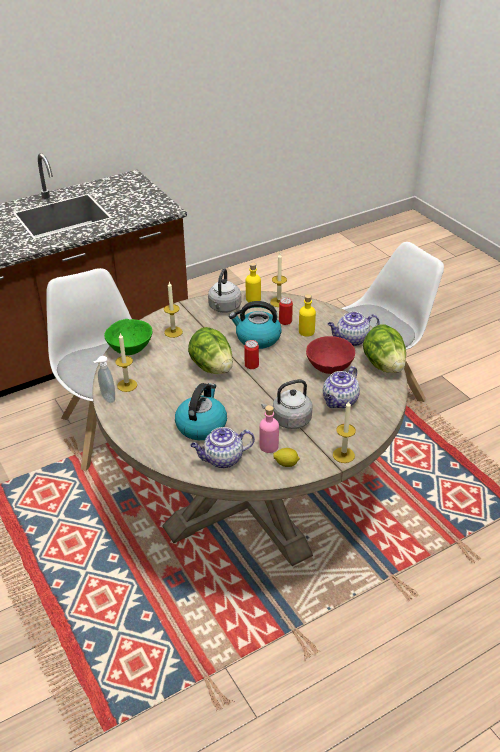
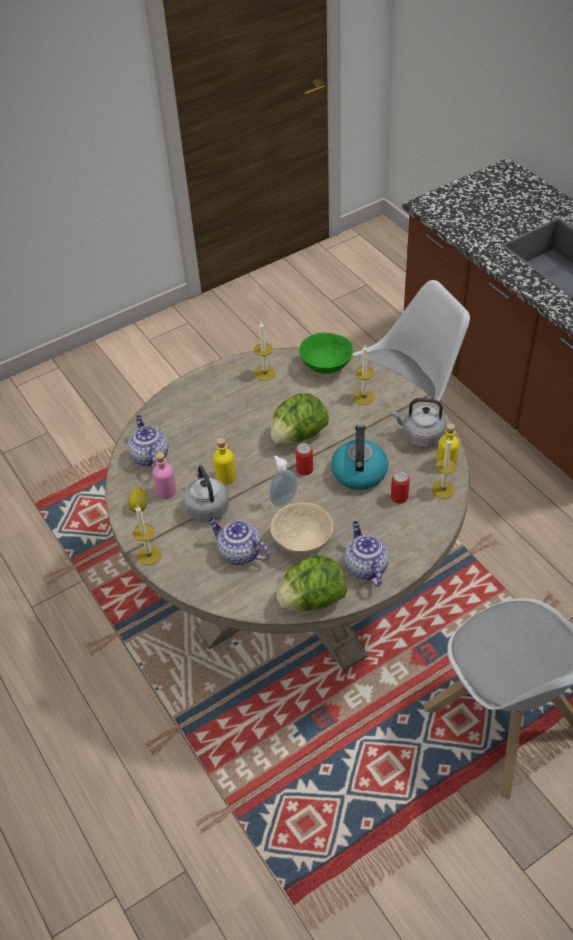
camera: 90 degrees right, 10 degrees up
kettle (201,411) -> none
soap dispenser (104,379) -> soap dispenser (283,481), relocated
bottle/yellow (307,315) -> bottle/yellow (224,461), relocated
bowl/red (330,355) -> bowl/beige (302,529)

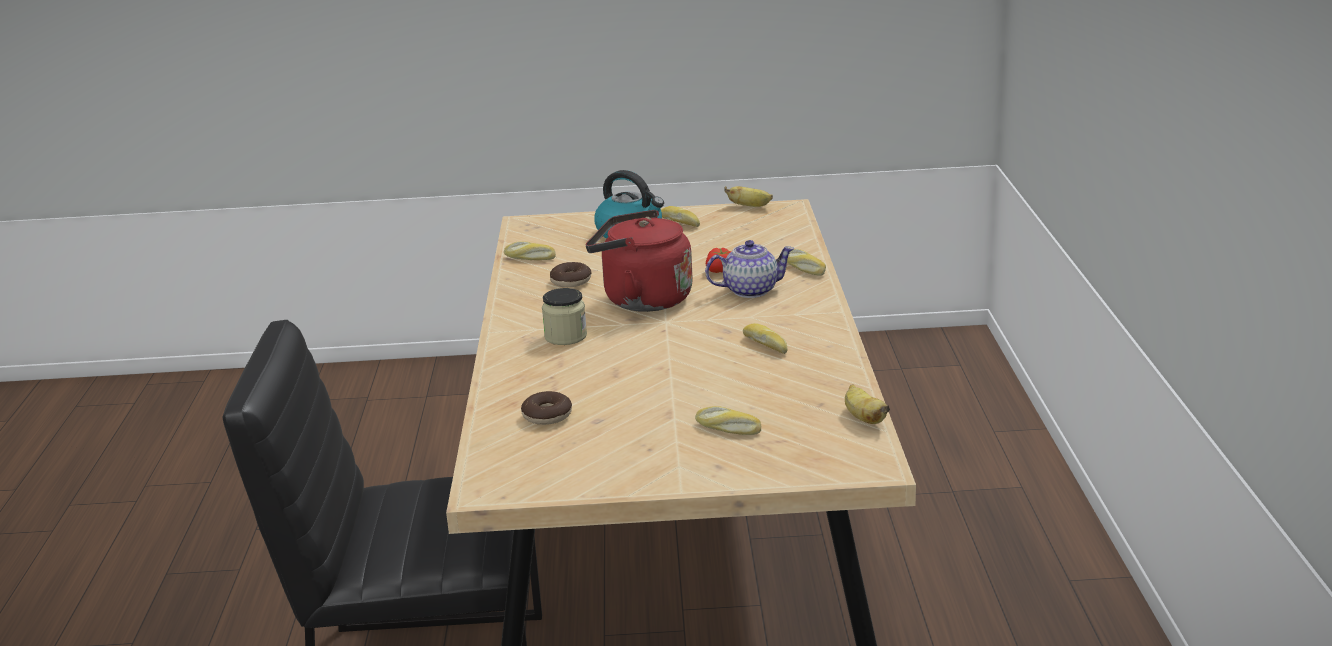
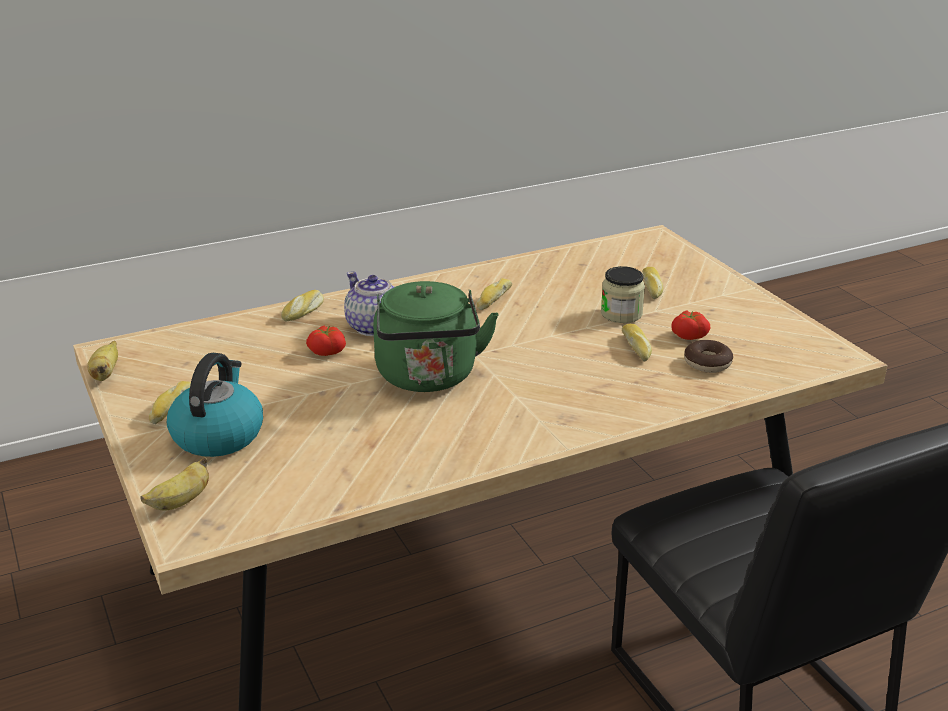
camera: 115 degrees left, 5 degrees up
donut (570,274) -> none
none -> tomato (691,325)
bread (530,250) -> bread (637,343), relocated
jar (564,316) -> jar (623,294), relocated
banana (867,404) -> banana (174,483), relocated
kettle/red (639,261) -> kettle/green (436,336)

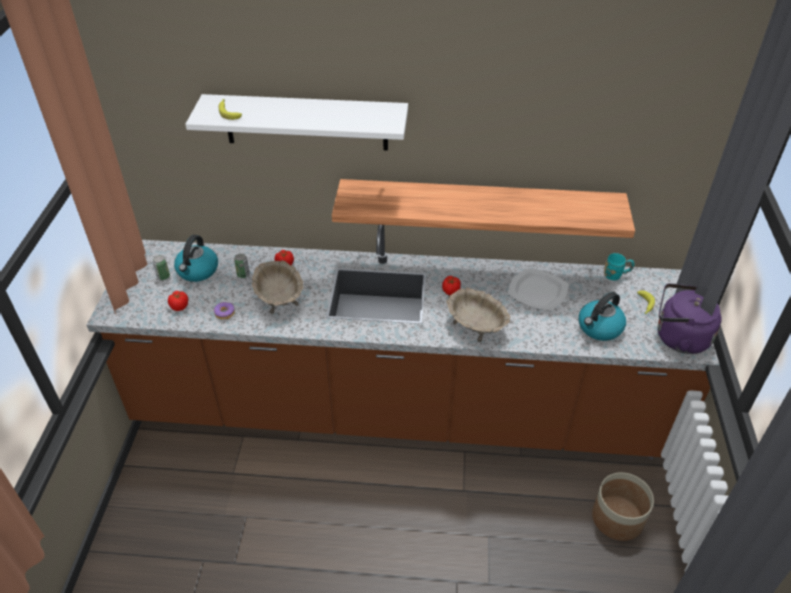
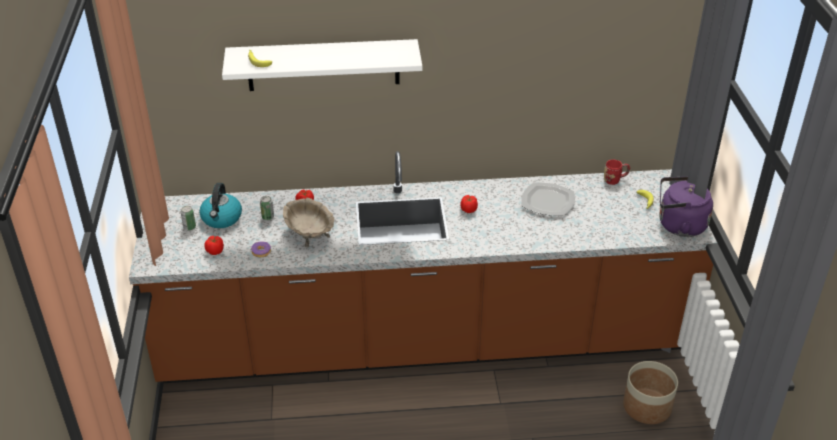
camera: 10 degrees left, 5 degrees down
shelf (483,208) -> none
bowl/beige (478,314) -> none
kettle (602,316) -> none
mug/turquoise (619,266) -> mug/red (617,172)

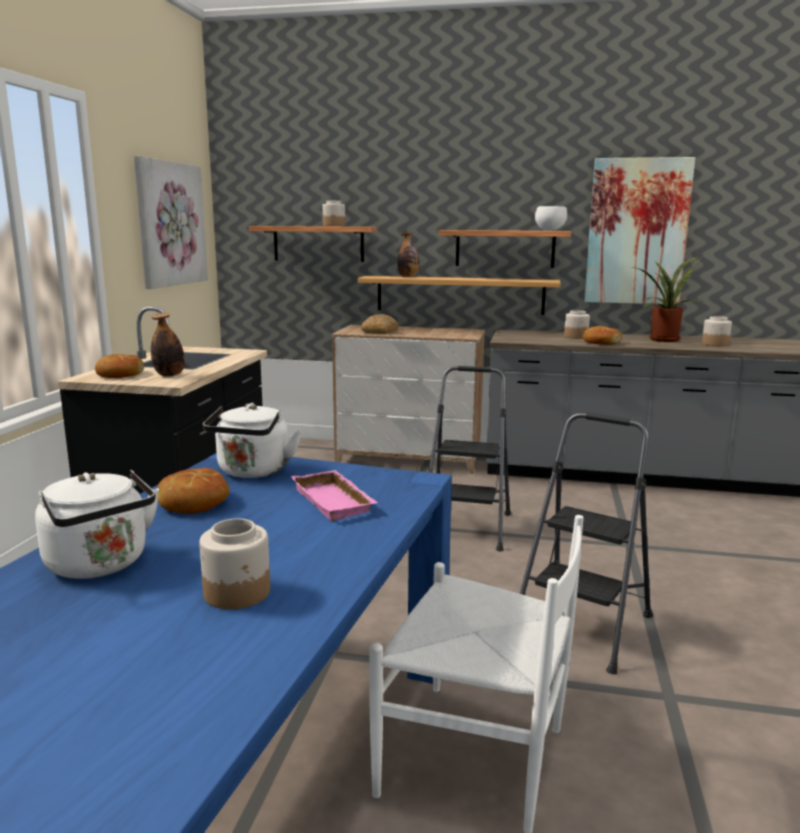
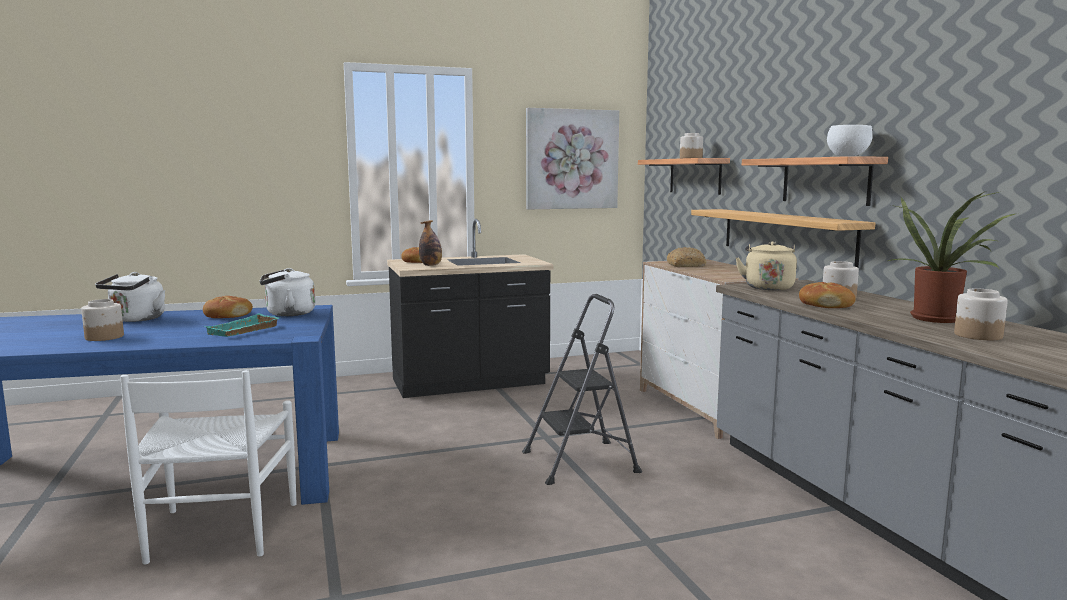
camera: 60 degrees right, 5 degrees down
bottle (408,254) -> none
step ladder/black (584,544) -> none
picture (639,231) -> none
none -> kettle/beige (766,265)
tray/pink (334,496) -> tray/turquoise (242,325)

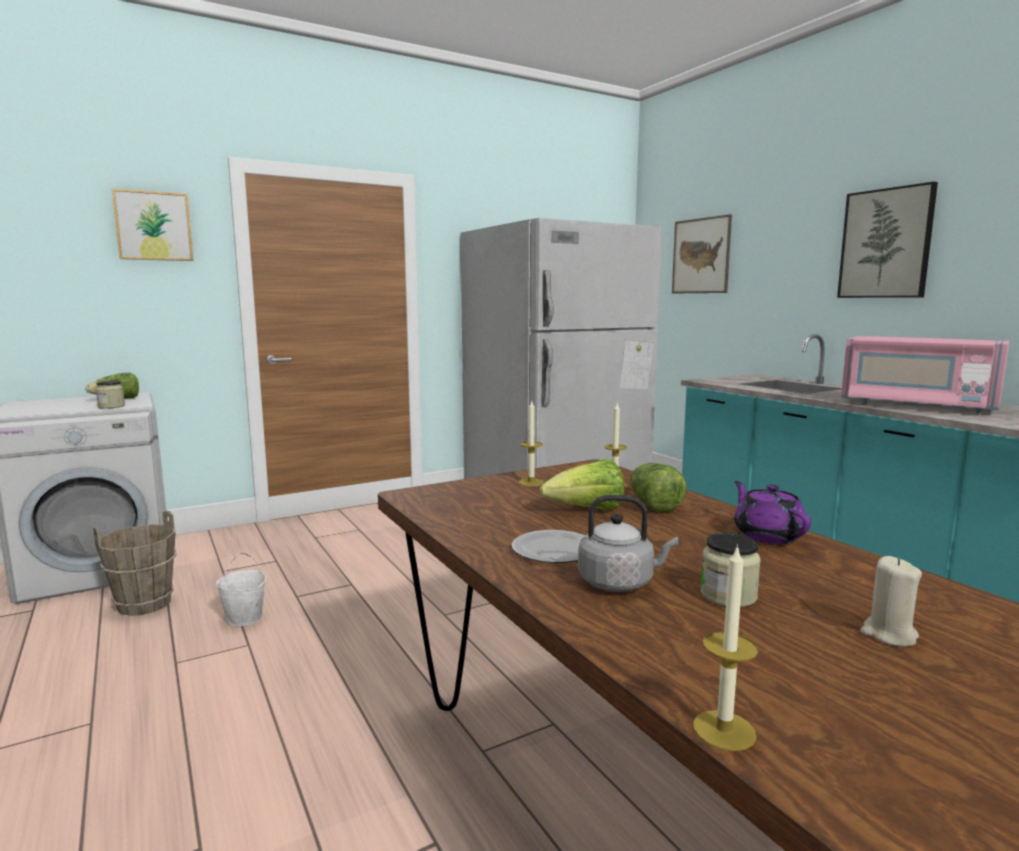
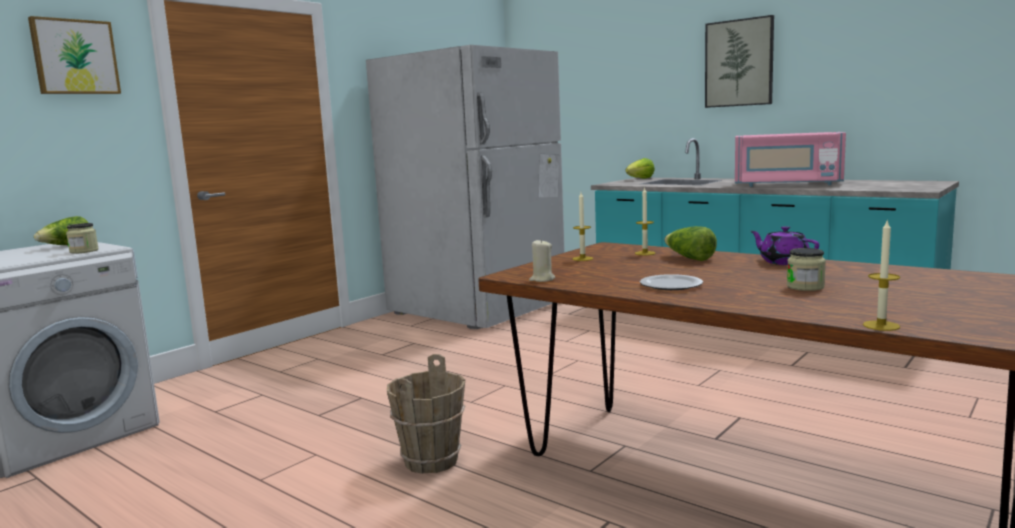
camera: 20 degrees left, 0 degrees up
bucket/white (241,589) -> none
kettle/grey (628,543) -> none
picture (702,253) -> none
bucket/brown (135,563) -> bucket/brown (426,414), relocated
lettuce (582,484) -> lettuce (640,168), relocated
candle/beige (891,601) -> candle/beige (542,261), relocated

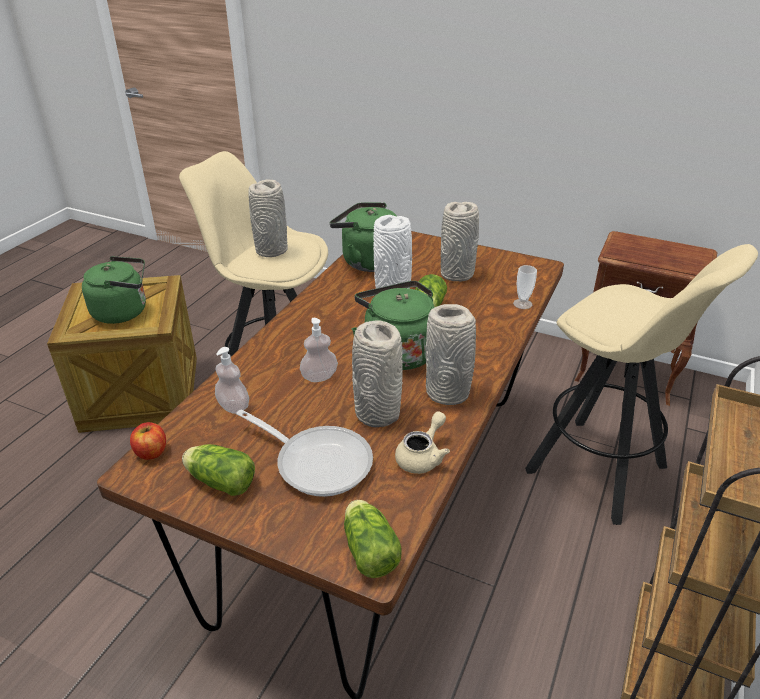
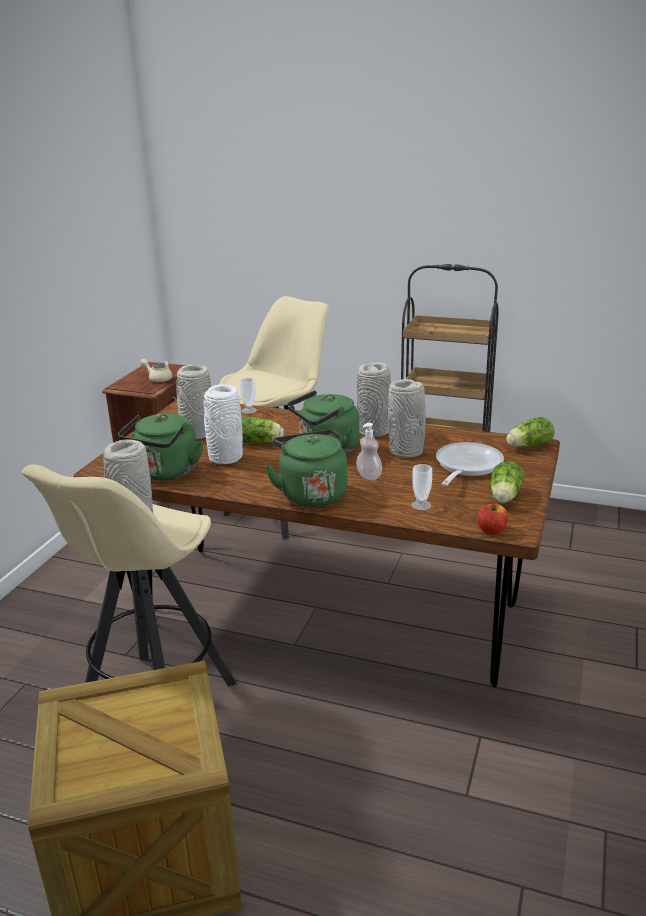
camera: 95 degrees left, 10 degrees down
kettle/green (114,290) -> kettle/green (306,468), relocated
teapot/beige (422,442) -> teapot/beige (156,370), relocated
soap dispenser (232,380) -> cup (421,487)

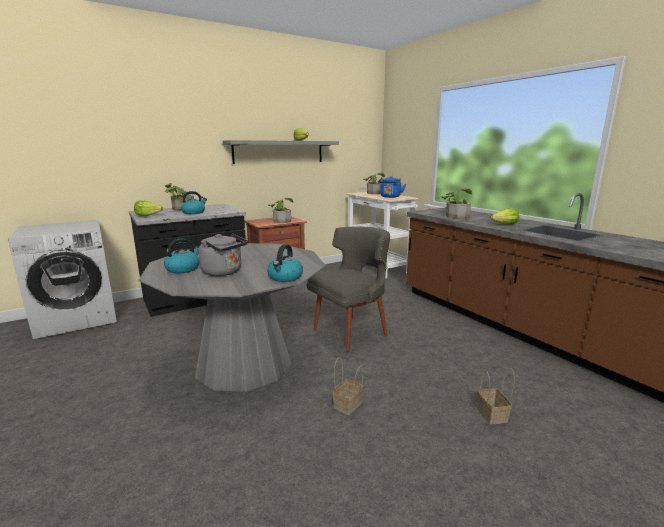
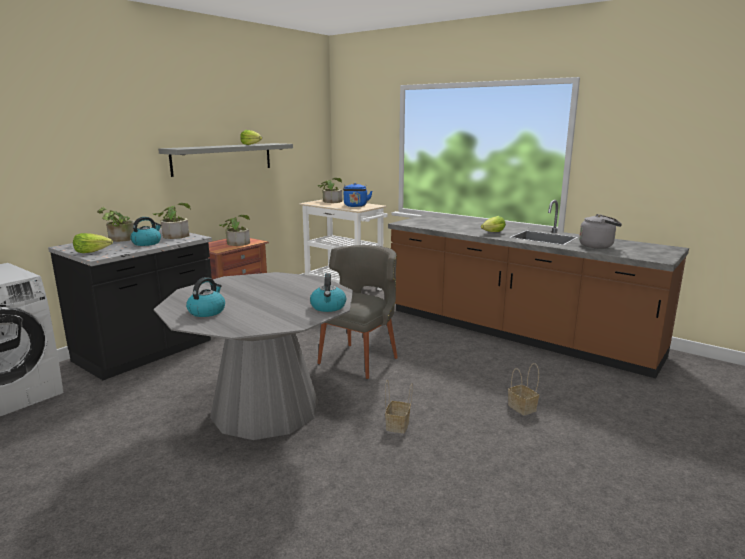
camera: 20 degrees left, 0 degrees up
kettle/grey (223,255) -> kettle/grey (600,231), relocated
potted plant (456,203) -> potted plant (171,221), relocated

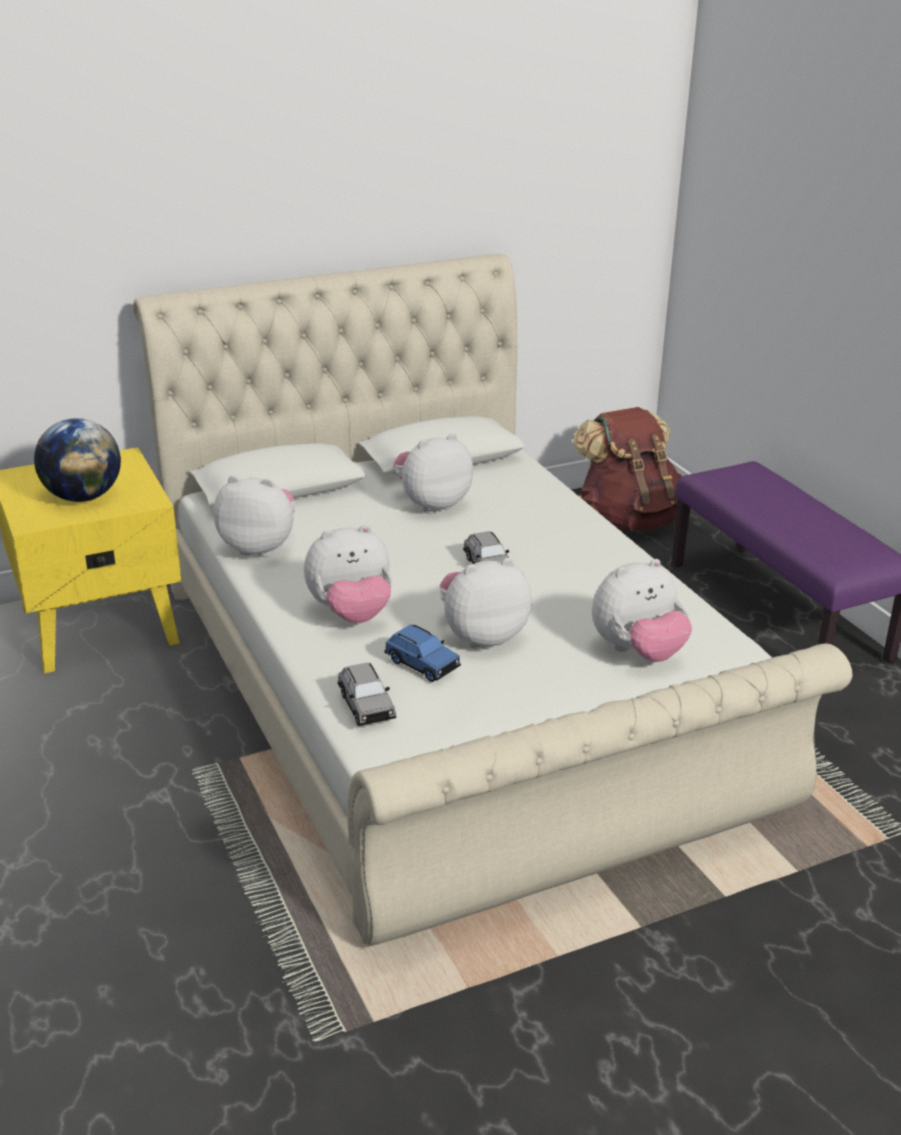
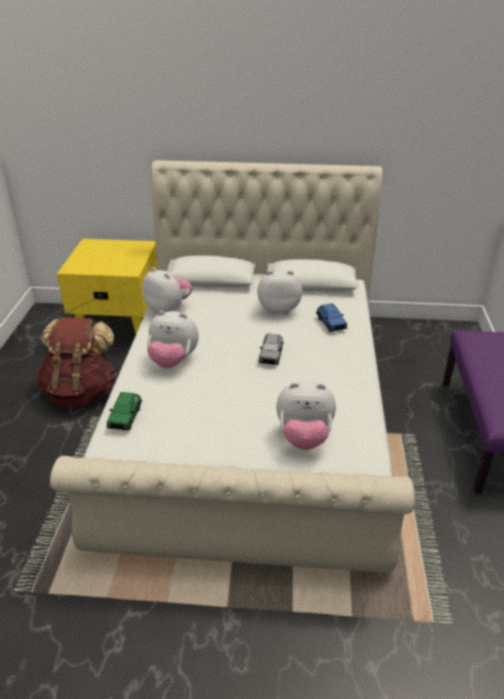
camera: 30 degrees right, 5 degrees up
globe (77,460) -> none
plush toy (486,603) -> none
toy car/blue (422,653) -> toy car/blue (331,317), relocated
backpack/brown (627,469) -> backpack/brown (76,361), relocated
toy car/grey (366,694) -> toy car/green (124,411)

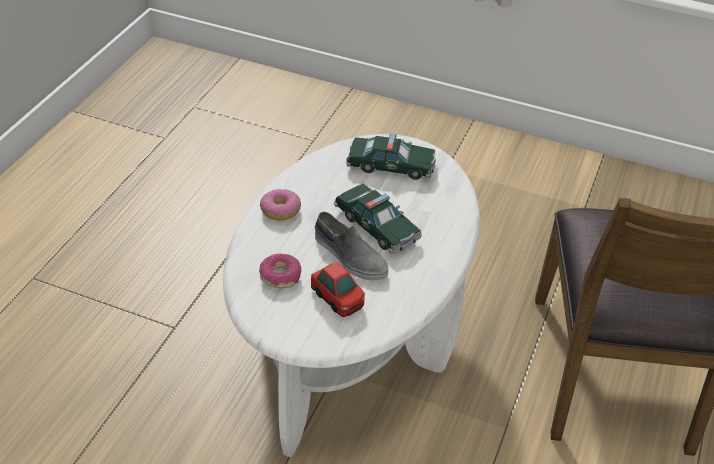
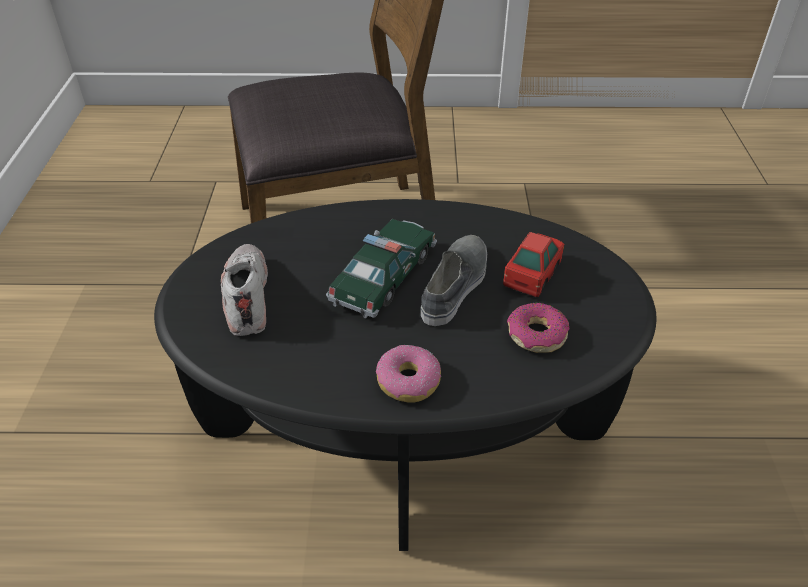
camera: 110 degrees left, 0 degrees up
toy car (391,157) -> shoe/white (244,290)
coffee table/white (351,295) -> coffee table/black (405,375)

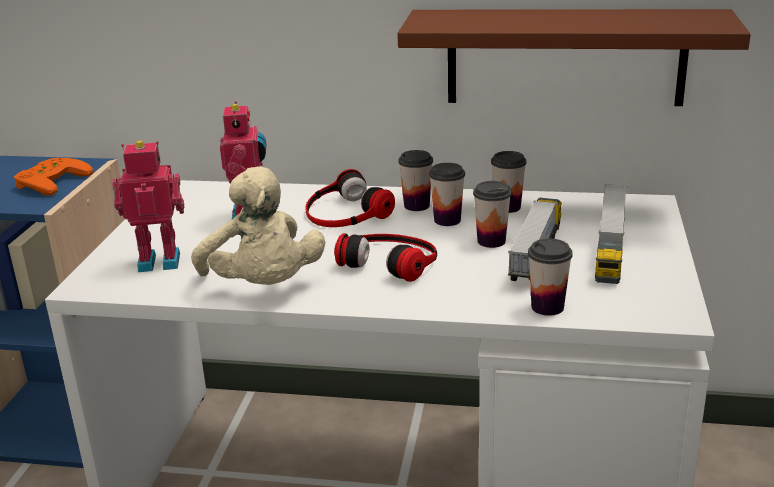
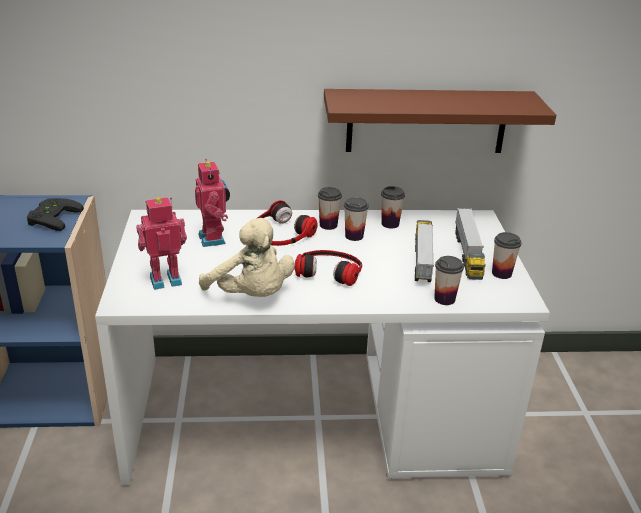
camera: 15 degrees left, 5 degrees up
cup (492,214) -> cup (507,255), relocated
game controller/orange (53,177) -> game controller/black (55,214)

